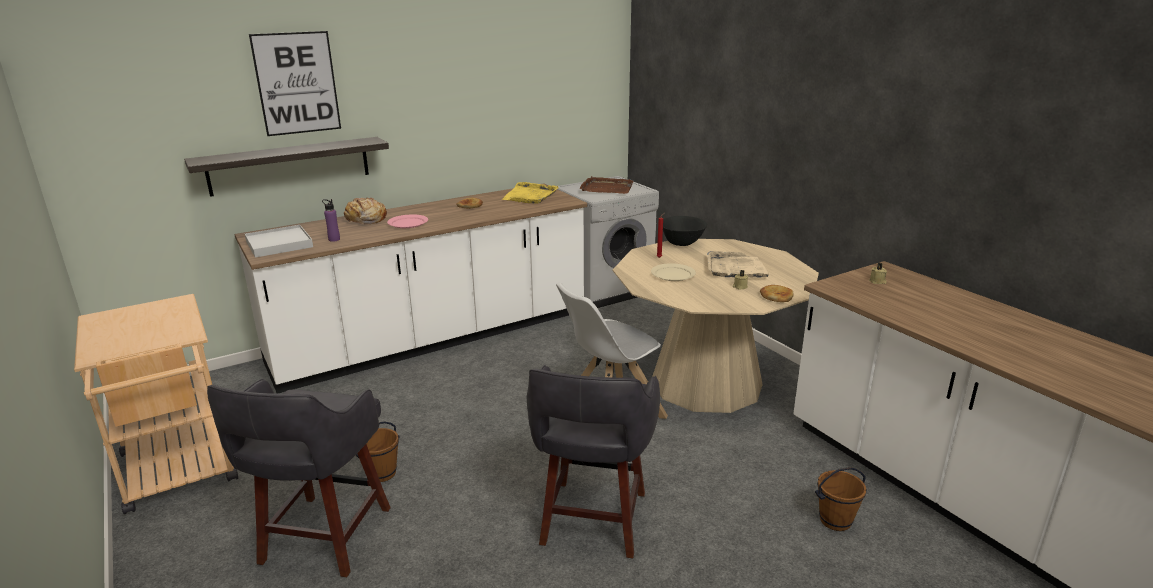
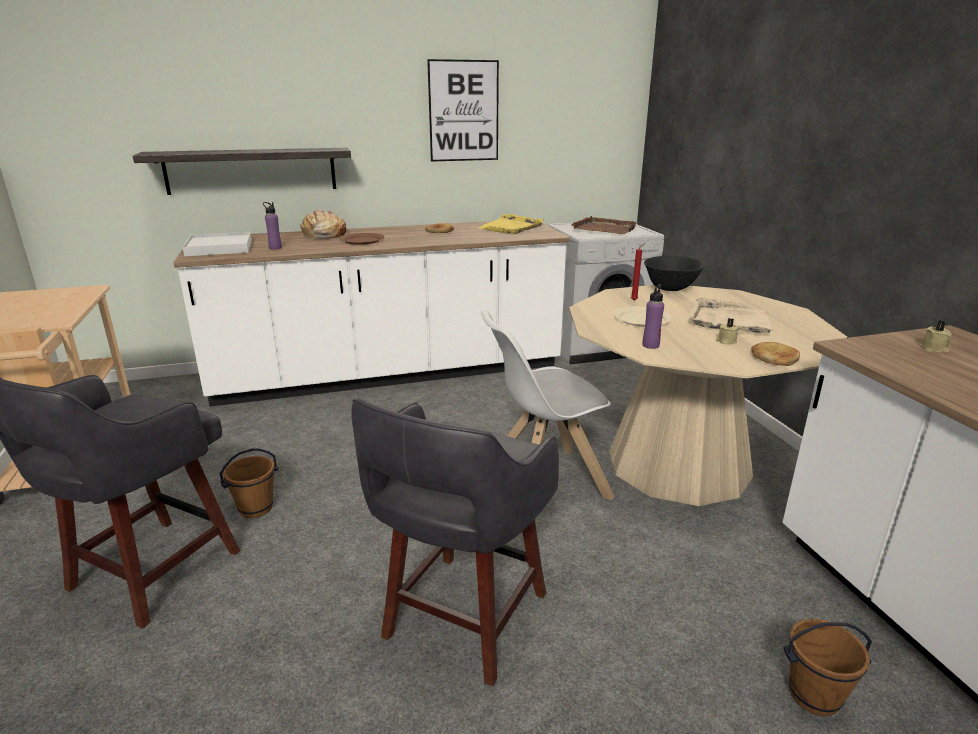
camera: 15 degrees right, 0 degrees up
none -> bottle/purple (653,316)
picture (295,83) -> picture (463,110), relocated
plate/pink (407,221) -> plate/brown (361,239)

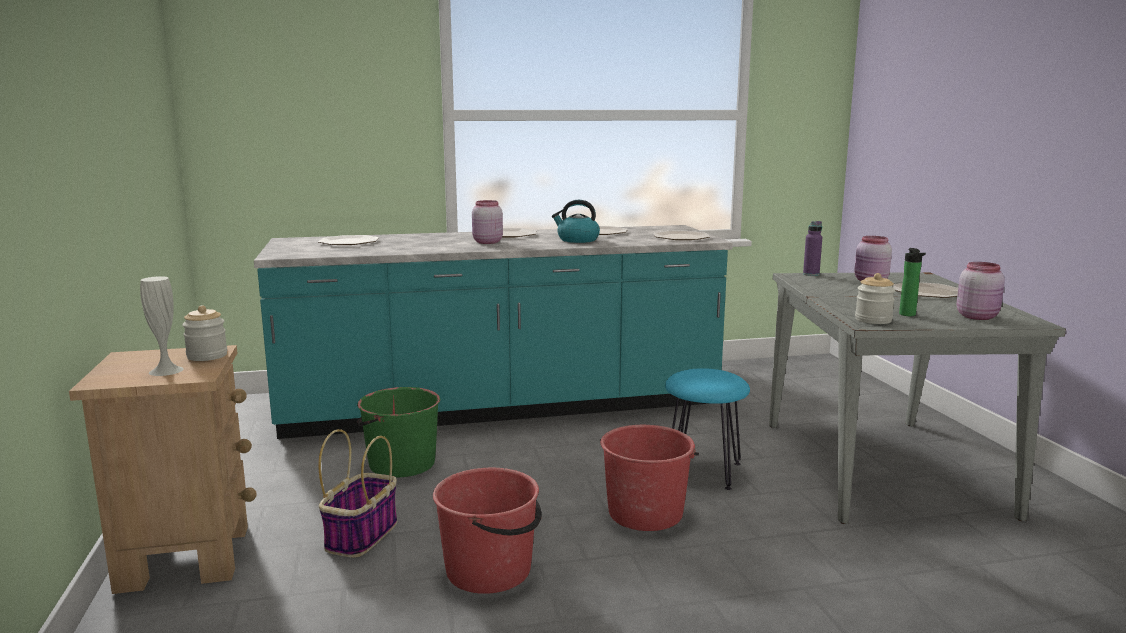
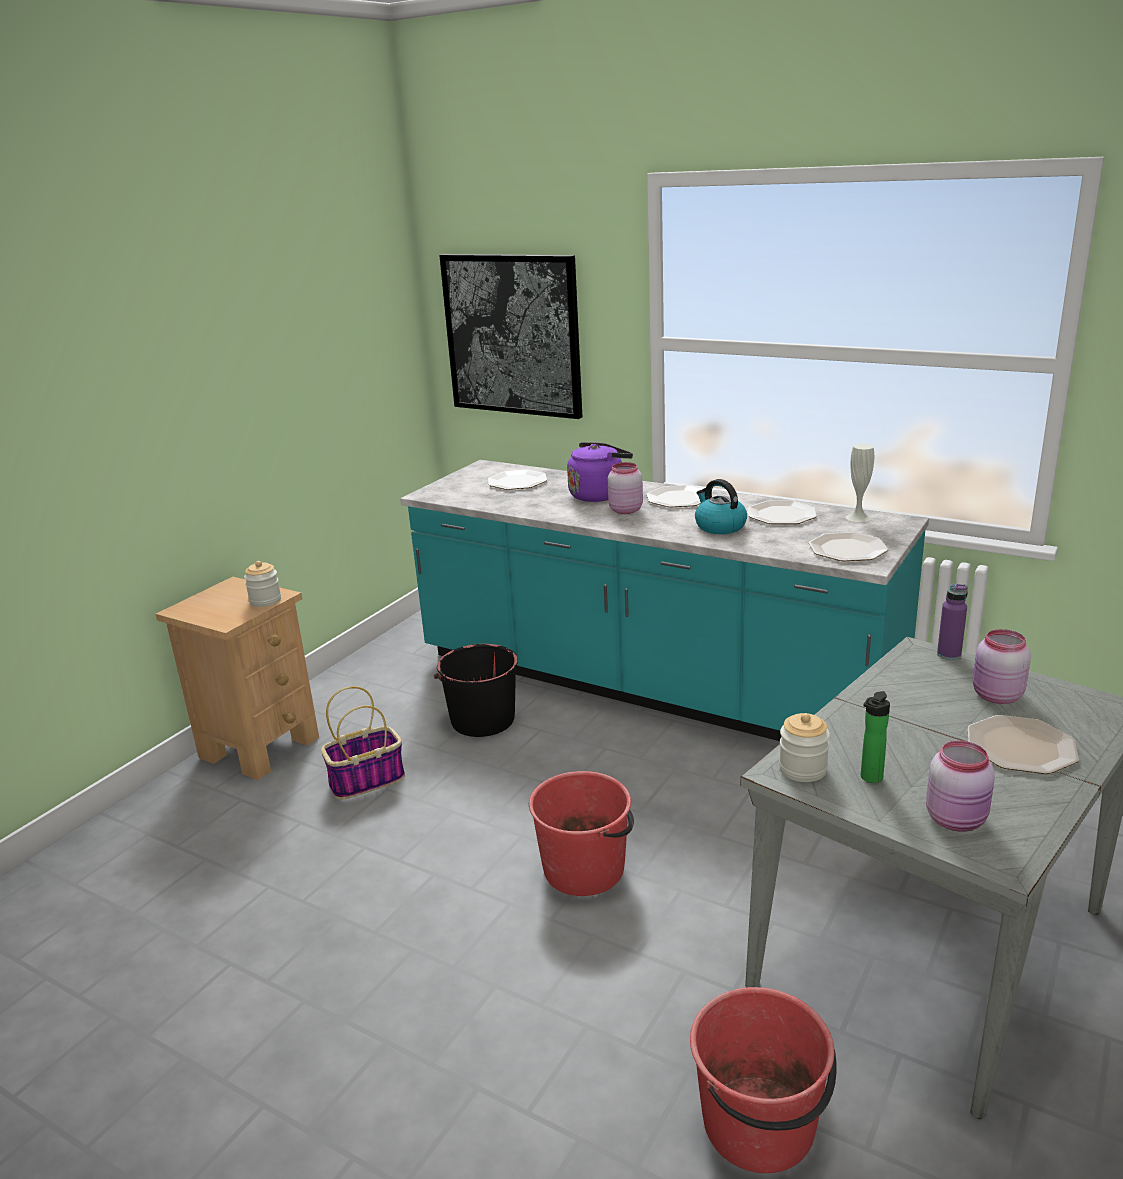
camera: 45 degrees right, 10 degrees up
stool/turquoise (707,429) -> none
none -> picture (510,336)
none -> kettle/purple (600,472)
vase/white (162,326) -> vase/white (860,483), relocated
bucket/red (487,531) -> bucket/red (763,1080), relocated
bucket/green (398,432) -> bucket/black (476,690)

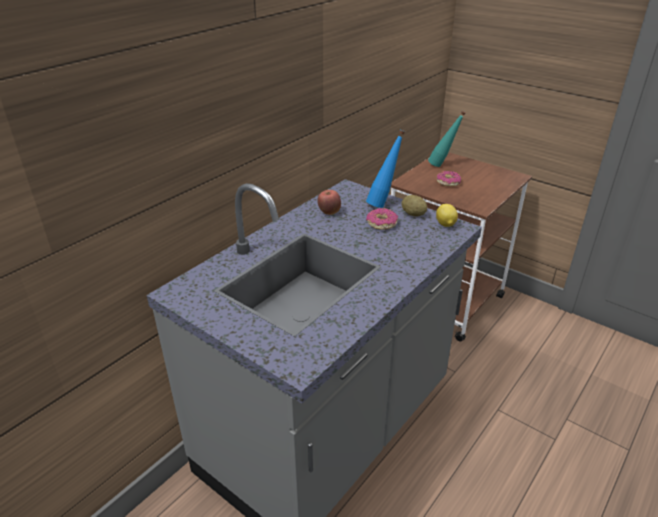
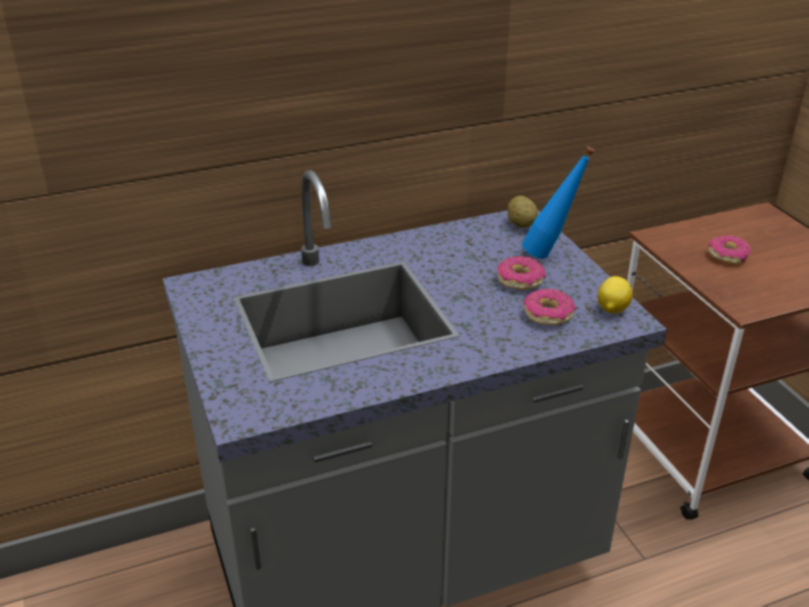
camera: 30 degrees right, 0 degrees up
apple (329,202) -> none
bottle/turquoise (447,139) -> none
none -> donut (549,307)
potato (414,205) -> potato (522,212), relocated

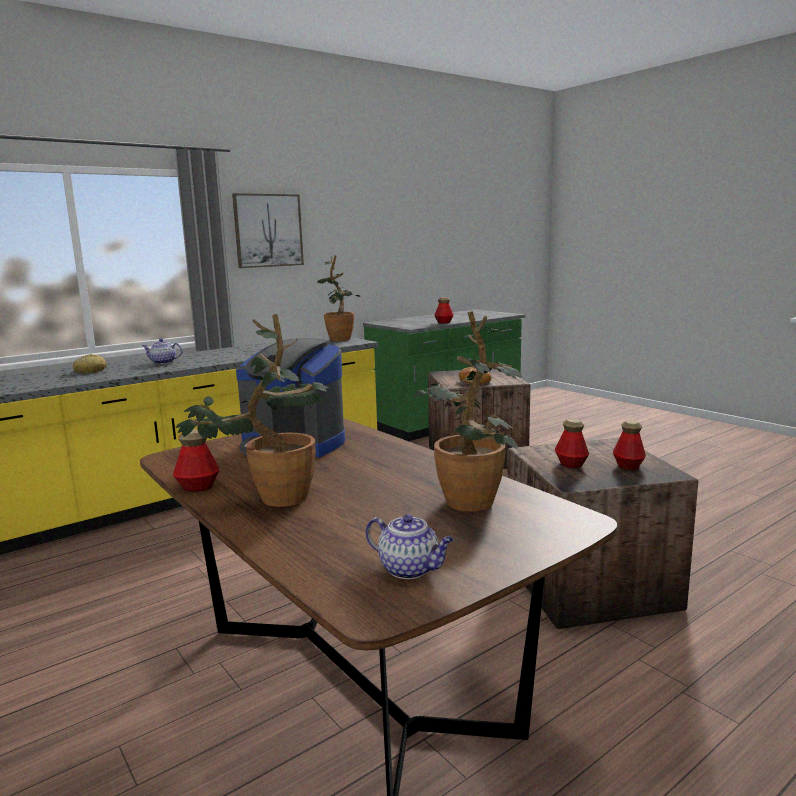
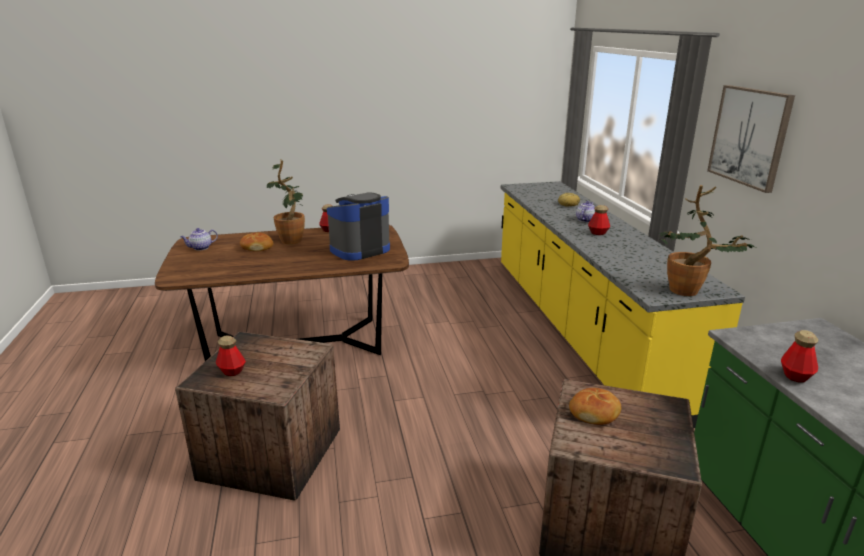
camera: 115 degrees right, 10 degrees up
potted plant (468,411) -> none
none -> bread (256,242)
bottle (572,443) -> bottle (599,220), relocated

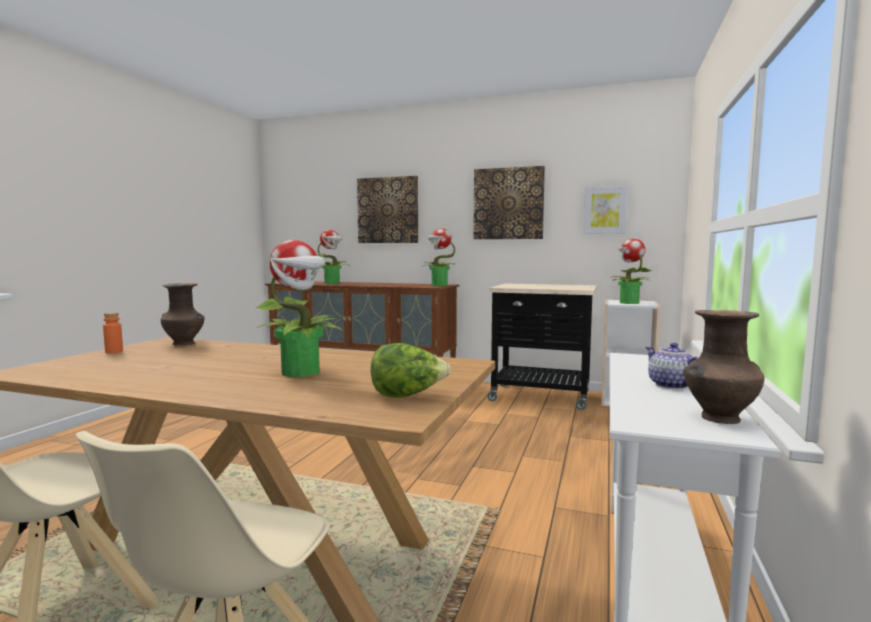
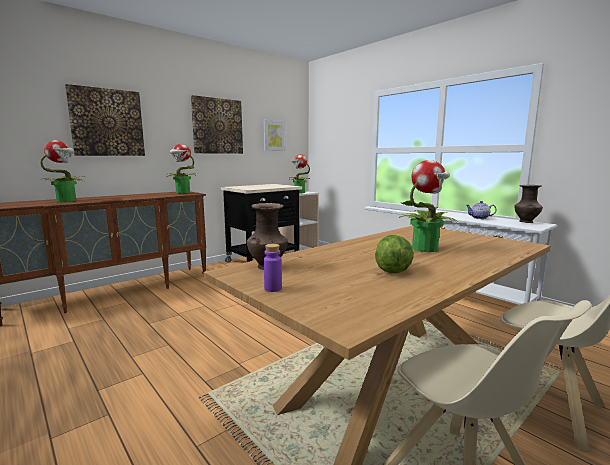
camera: 60 degrees left, 5 degrees up
lettuce (410,370) -> lettuce (394,254), relocated
bottle/orange (113,332) -> bottle/purple (273,268)

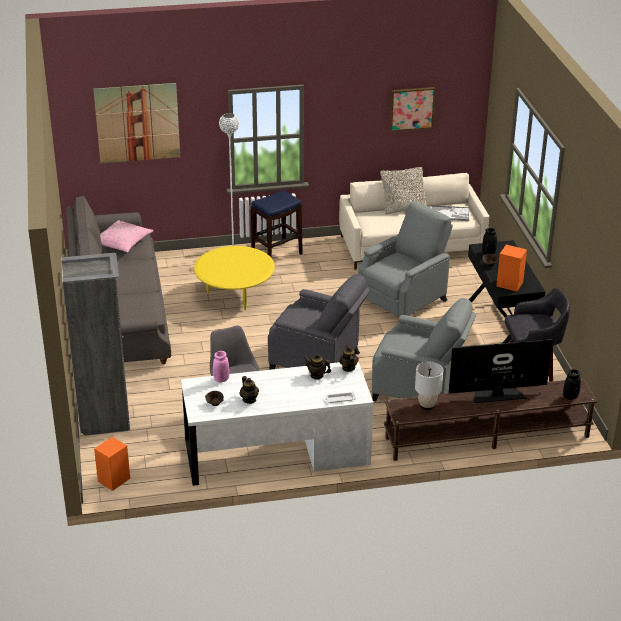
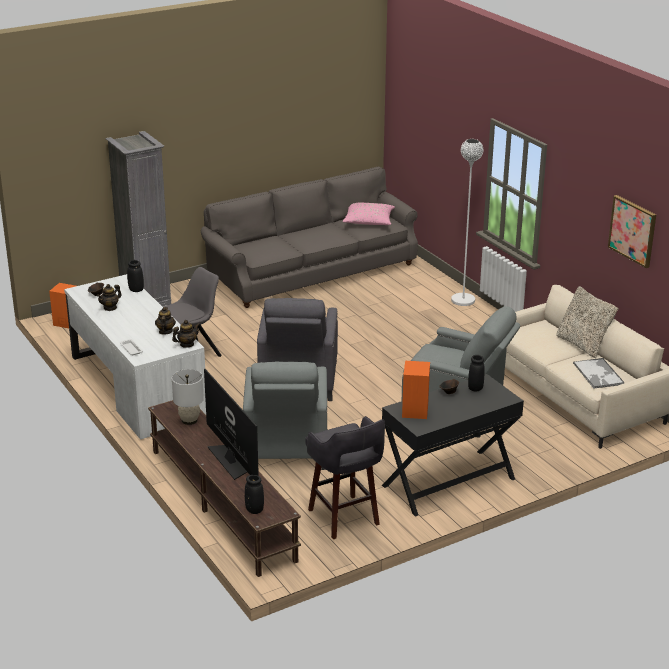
camera: 70 degrees right, 5 degrees down
picture (136,123) -> none
coffee table/yellow (234,278) -> none
stool (277,224) -> none
vase/pink (221,367) -> vase/black (135,276)

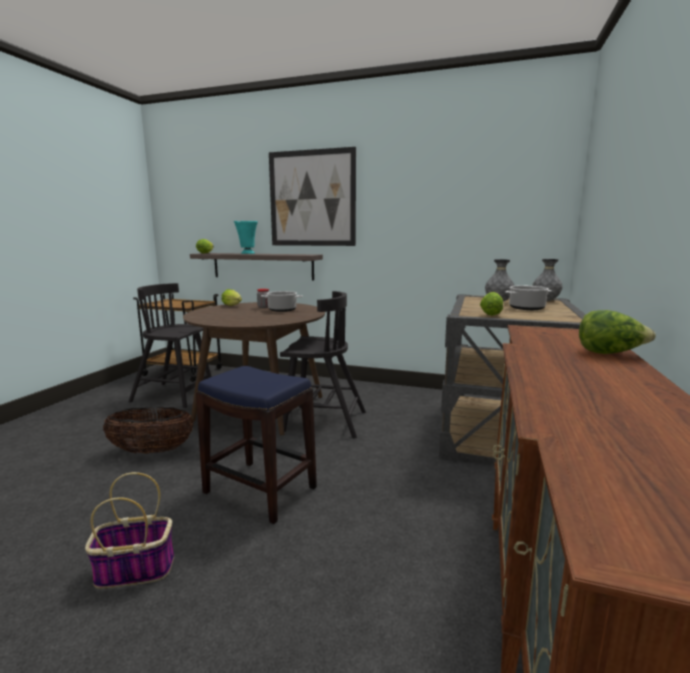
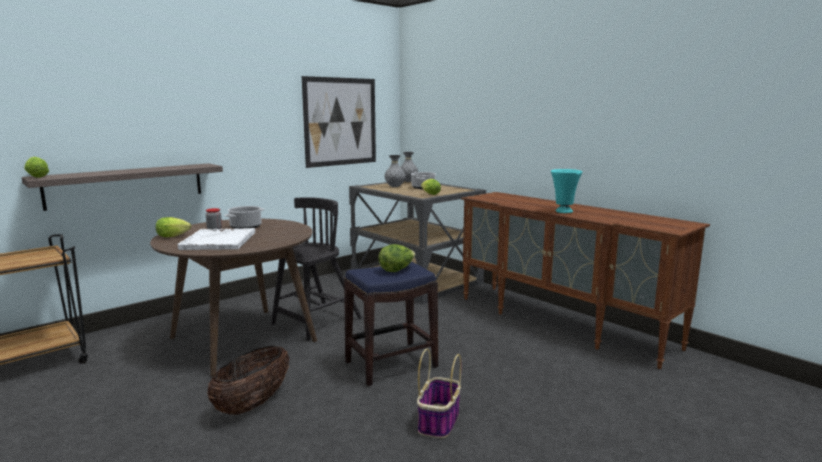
camera: 60 degrees left, 0 degrees up
chair/black (170,345) -> none
none -> tray/white (216,239)
vase/turquoise (246,237) -> vase/turquoise (567,191), relocated
picture (312,196) -> picture (339,122), relocated
lettuce (617,332) -> lettuce (396,258), relocated

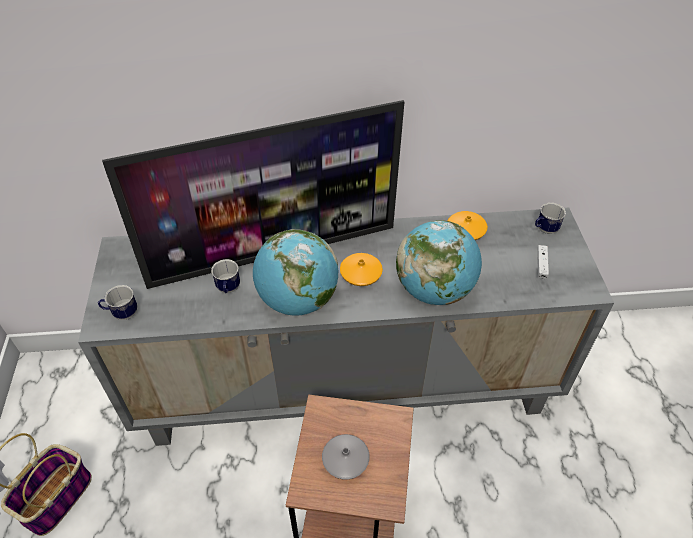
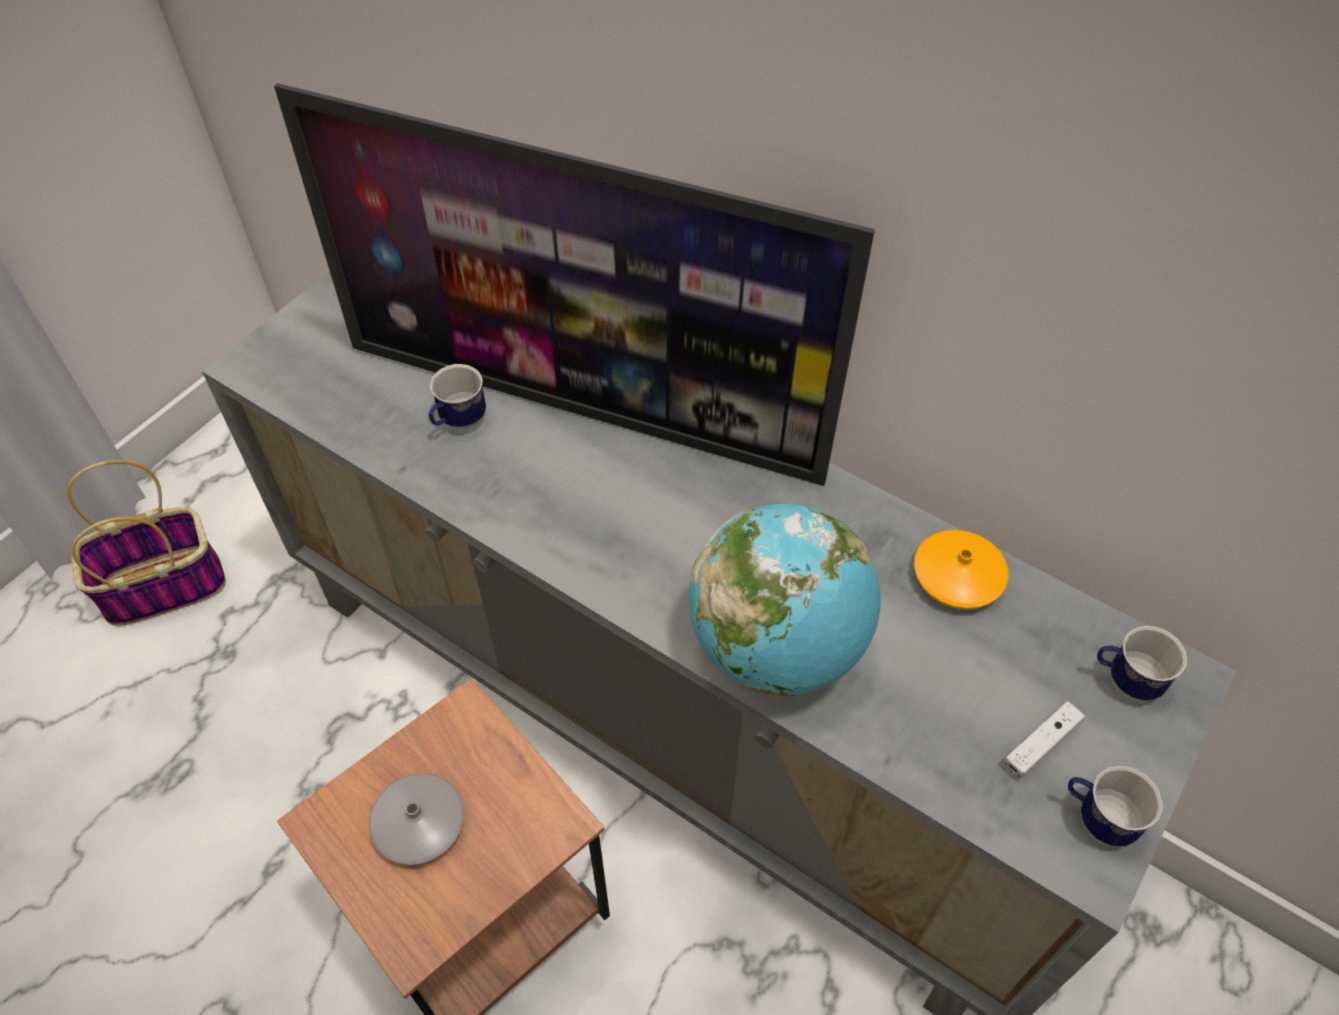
camera: 40 degrees right, 5 degrees up
globe (295,272) -> none
vase/orange (361,269) -> none
mug (118,302) -> mug (1115,806), relocated

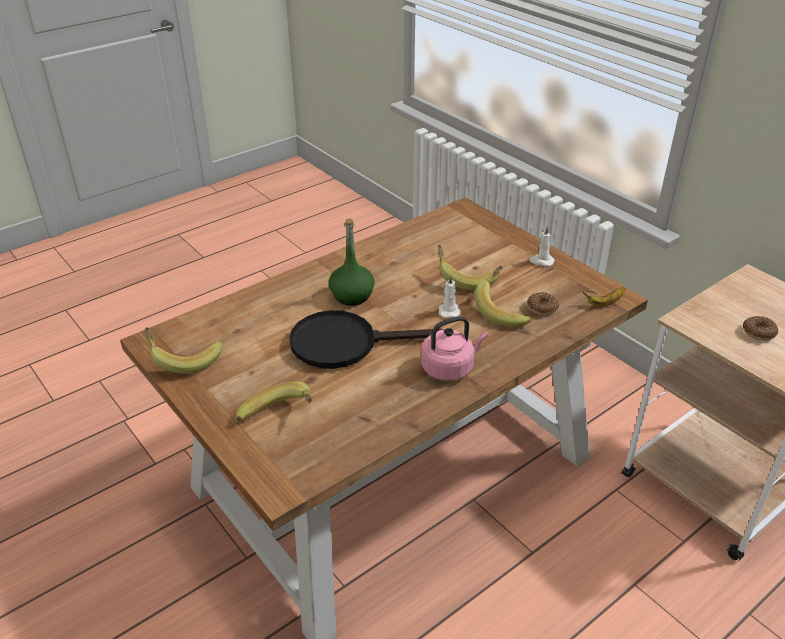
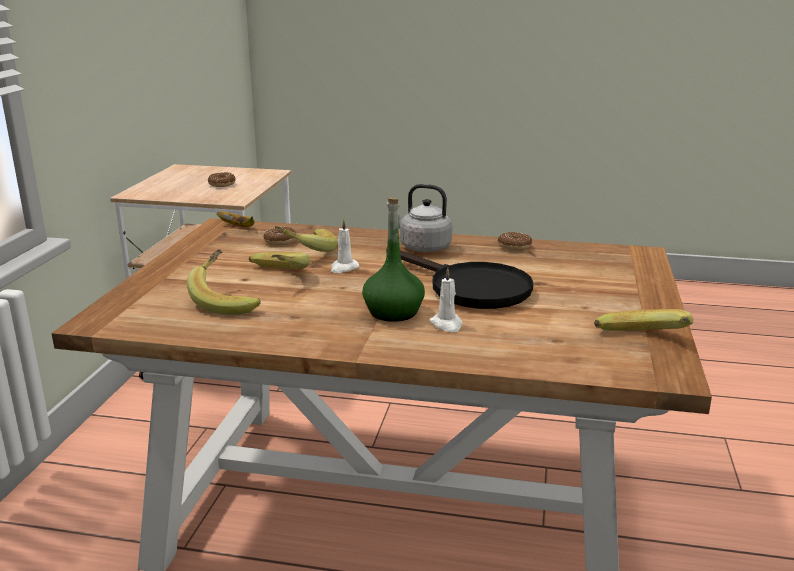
camera: 130 degrees left, 15 degrees down
none -> donut (515,241)
banana (274,401) -> banana (223,282), relocated
candle/white (542,246) -> candle/white (446,300), relocated
kettle/pink (454,348) -> kettle/grey (425,218)

